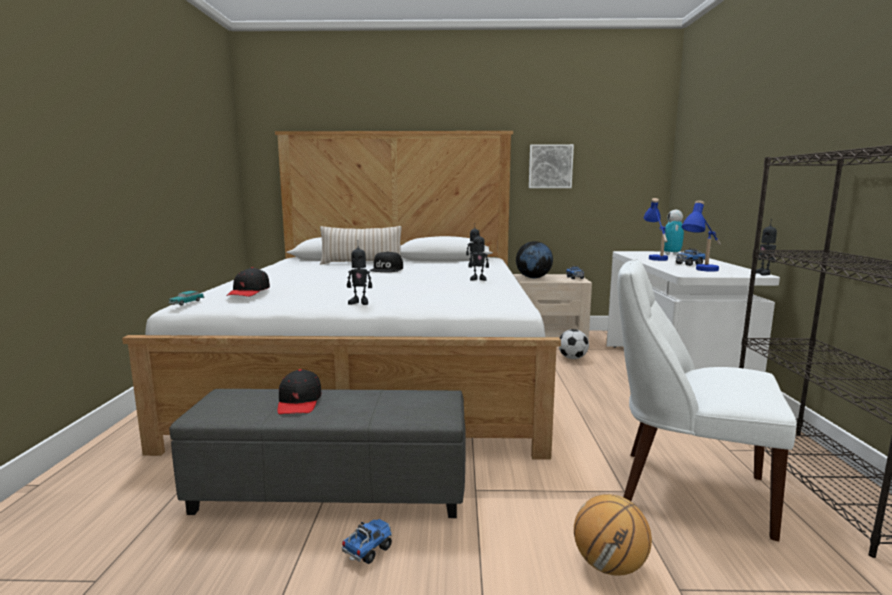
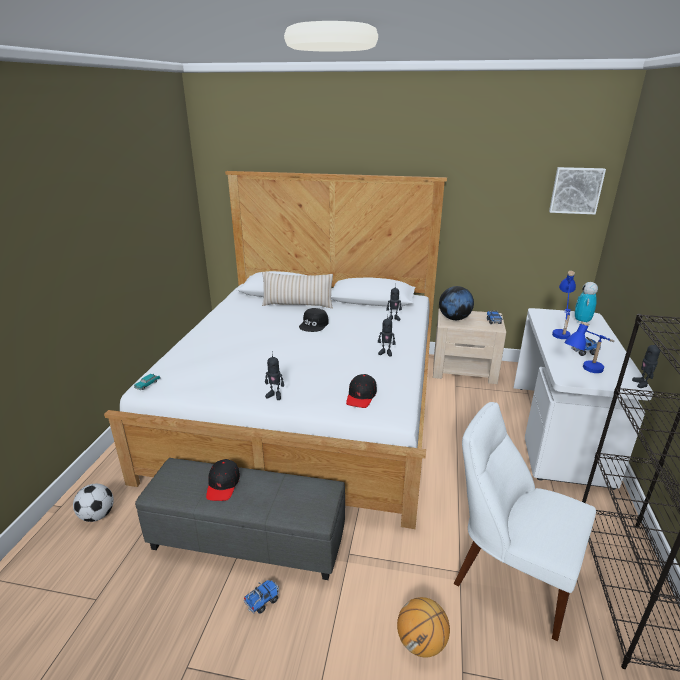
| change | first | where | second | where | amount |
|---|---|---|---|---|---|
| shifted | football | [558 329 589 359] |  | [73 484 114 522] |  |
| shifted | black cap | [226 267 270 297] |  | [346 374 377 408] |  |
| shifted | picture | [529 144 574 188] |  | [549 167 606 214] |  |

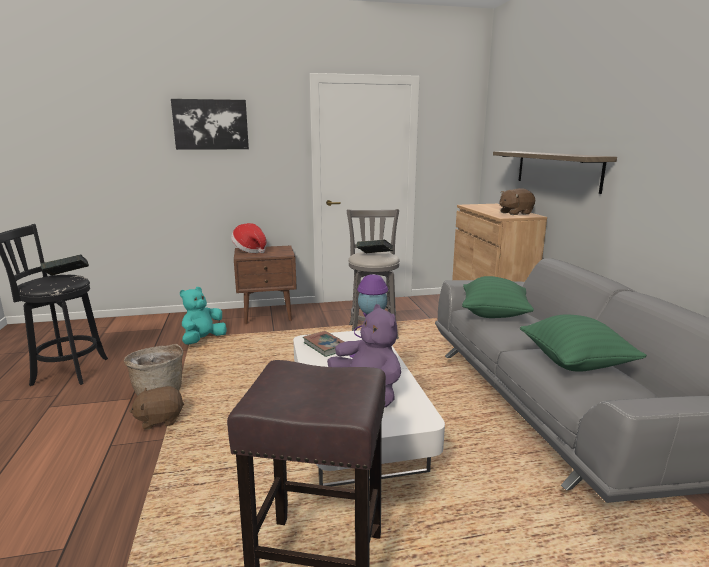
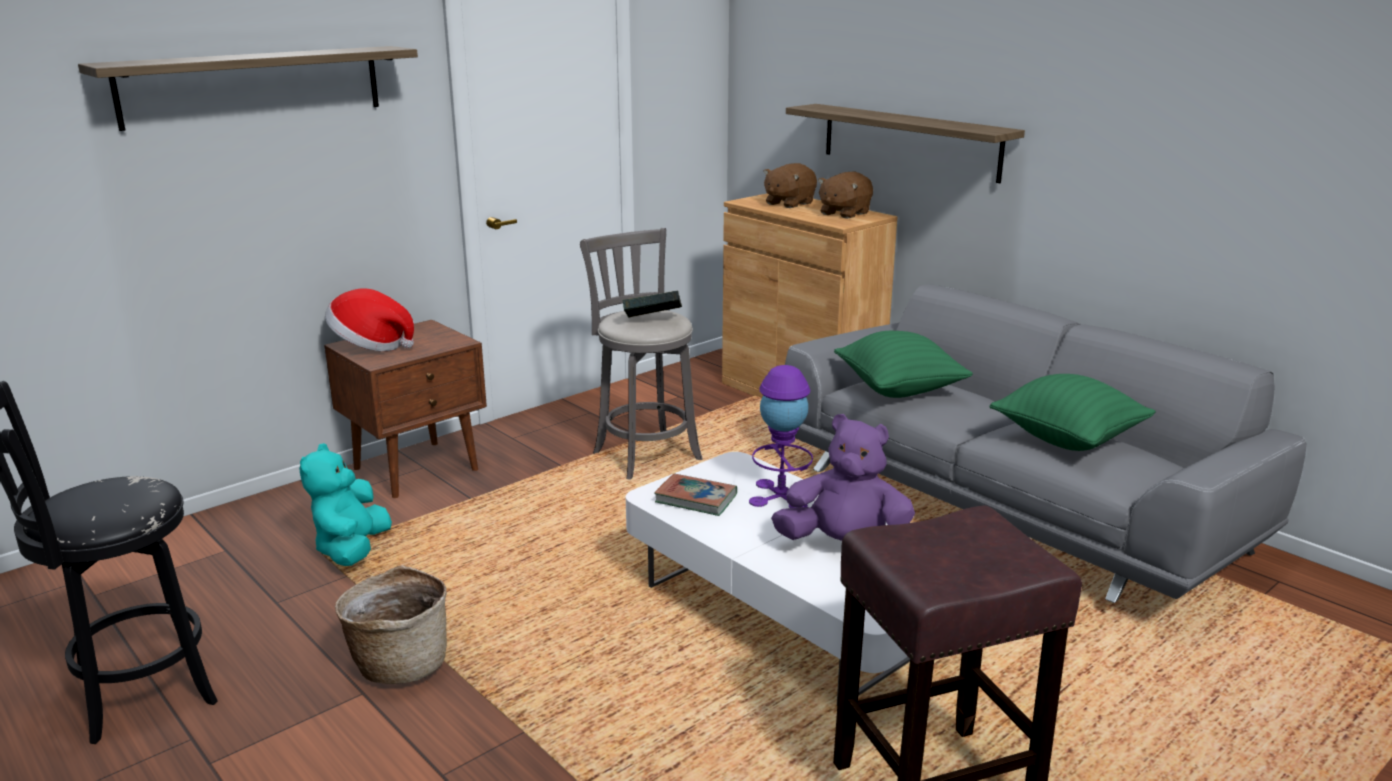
| change | first | where | second | where | amount |
|---|---|---|---|---|---|
| swapped | picture | [171 99 249 150] | shelf | [78 46 418 131] |  |
| shifted | brown plush toy | [129 386 184 430] |  | [763 163 817 208] |  |
| gone | book | [40 255 89 276] |  |  |  |

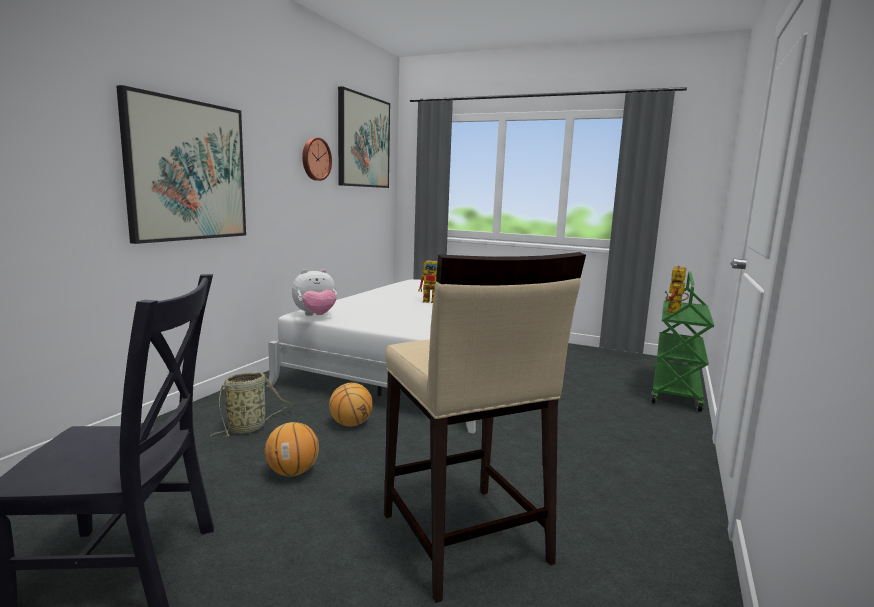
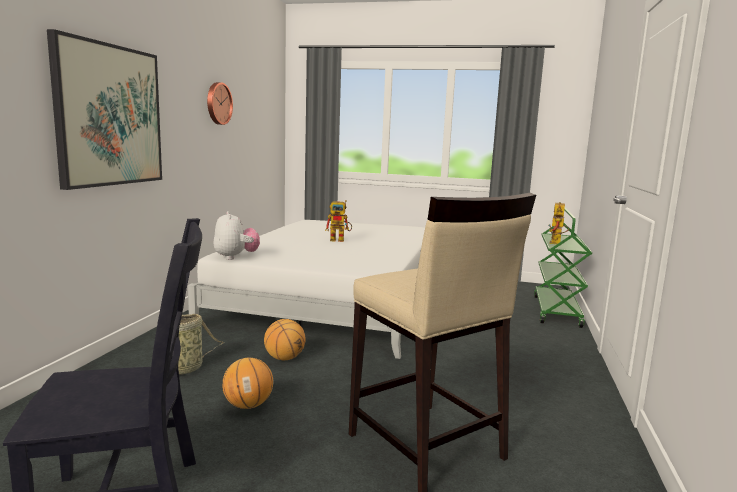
| change | first | where | second | where | amount |
|---|---|---|---|---|---|
| rotated | plush toy | [292 269 337 316] |  | [214 211 260 260] | 75 degrees counterclockwise |
| gone | picture | [338 86 390 188] |  |  |  |

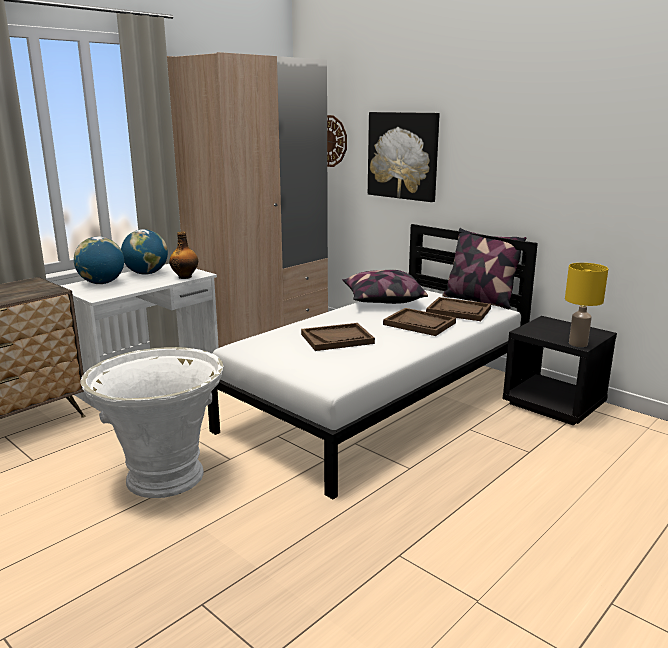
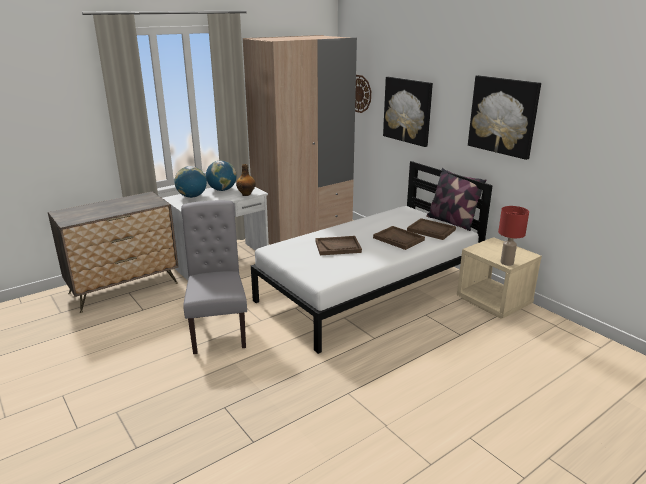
| change | first | where | second | where | amount |
|---|---|---|---|---|---|
| swapped | white planter | [80 347 223 498] | grey chair | [181 200 247 354] |  |
| repainted | black nightstand | [503 316 617 426] | beige nightstand | [457 237 542 319] |  |
| new |  |  | picture | [468 75 541 160] |  |
| repainted | yellow table lamp | [565 263 608 347] | red table lamp | [498 206 529 266] |  |
| gone | pillow | [342 270 428 304] |  |  |  |

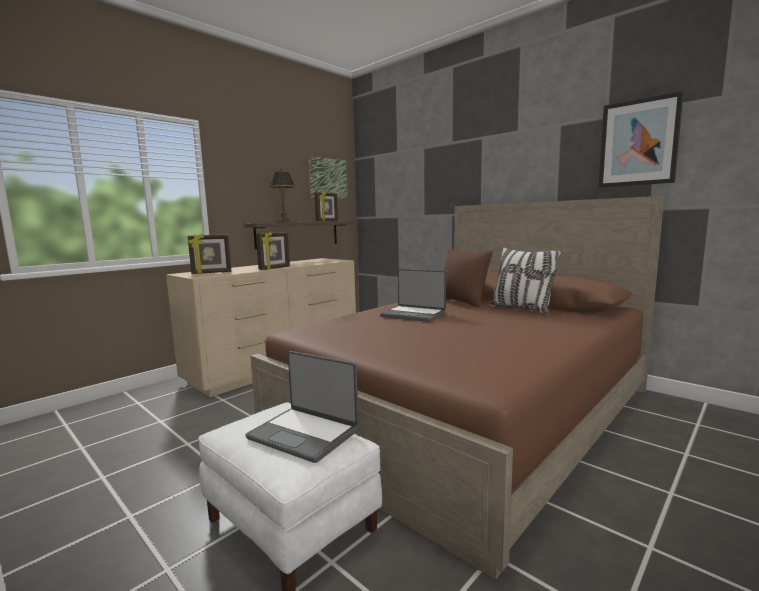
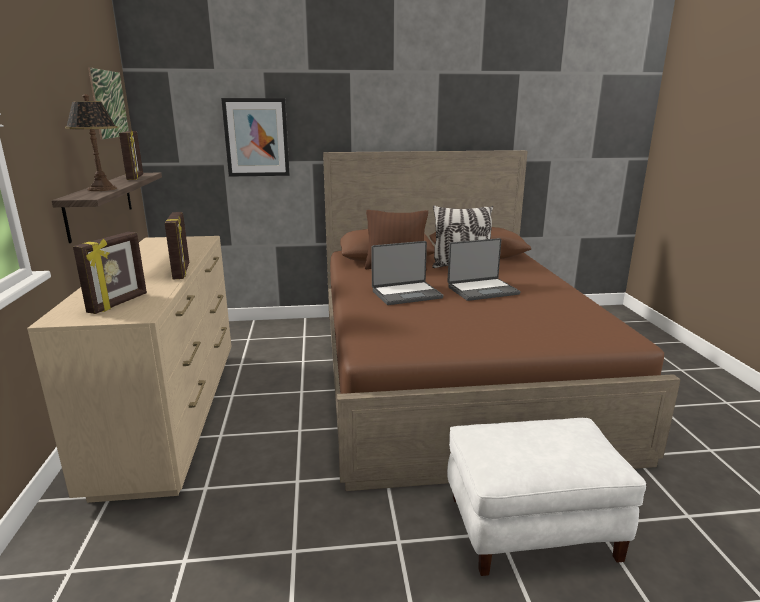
| change | first | where | second | where | amount |
|---|---|---|---|---|---|
| shifted | picture | [598 91 684 188] |  | [221 98 290 177] |  |
| shifted | laptop | [245 351 359 463] |  | [447 238 520 301] |  |

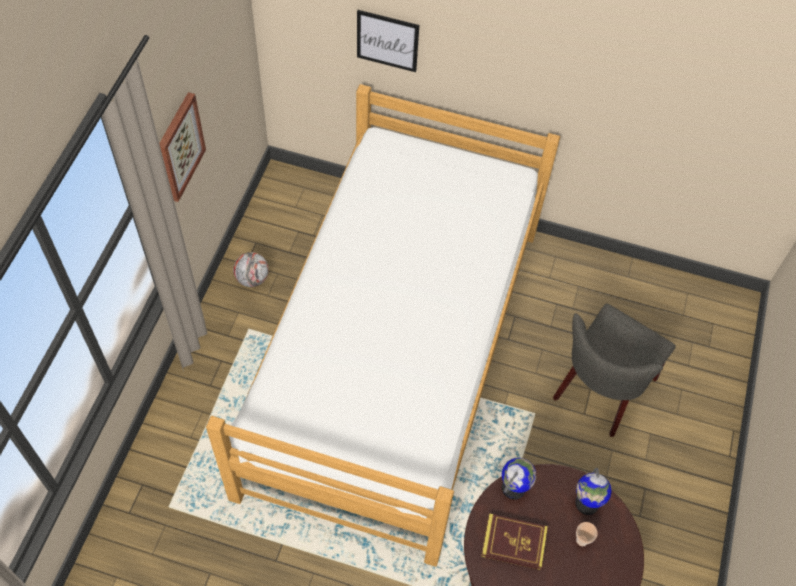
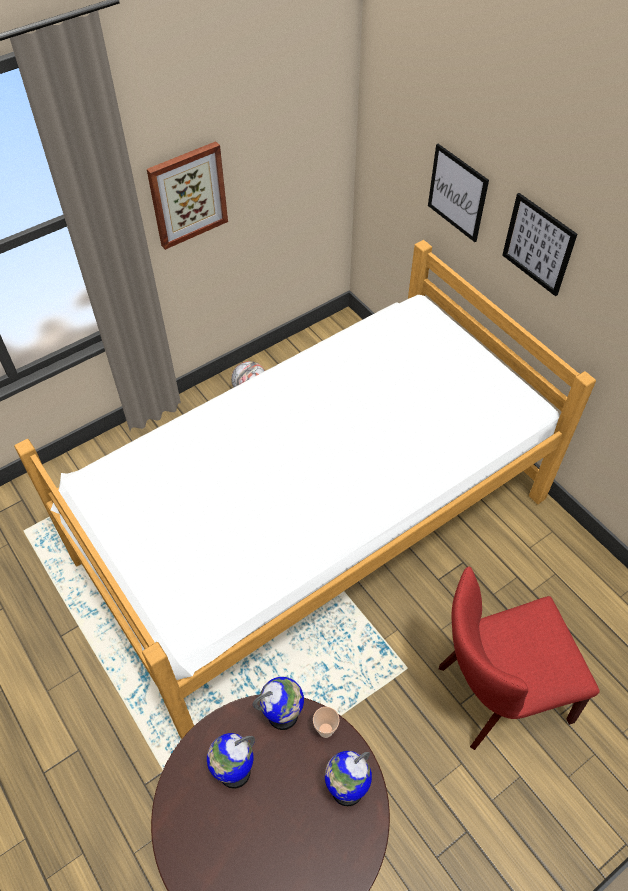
| change | first | where | second | where | amount |
|---|---|---|---|---|---|
| swapped | book | [481 513 548 570] | globe | [207 733 255 789] |  |
| shifted | cup | [576 522 598 546] |  | [313 707 339 738] |  |
| repainted | grey chair | [553 303 676 437] | red chair | [439 567 600 750] |  |
| new |  |  | picture | [502 193 577 296] |  |

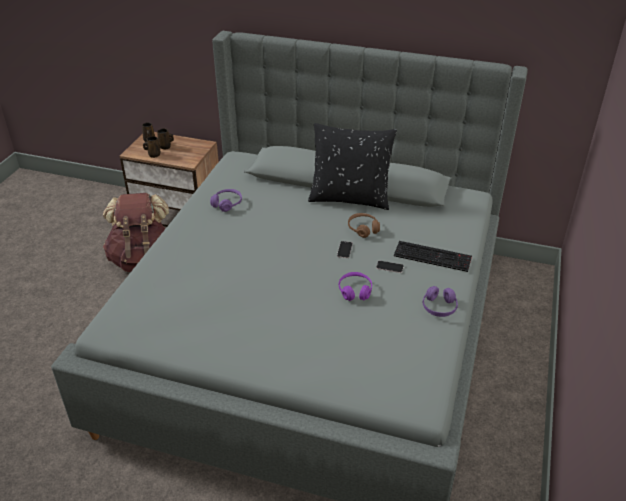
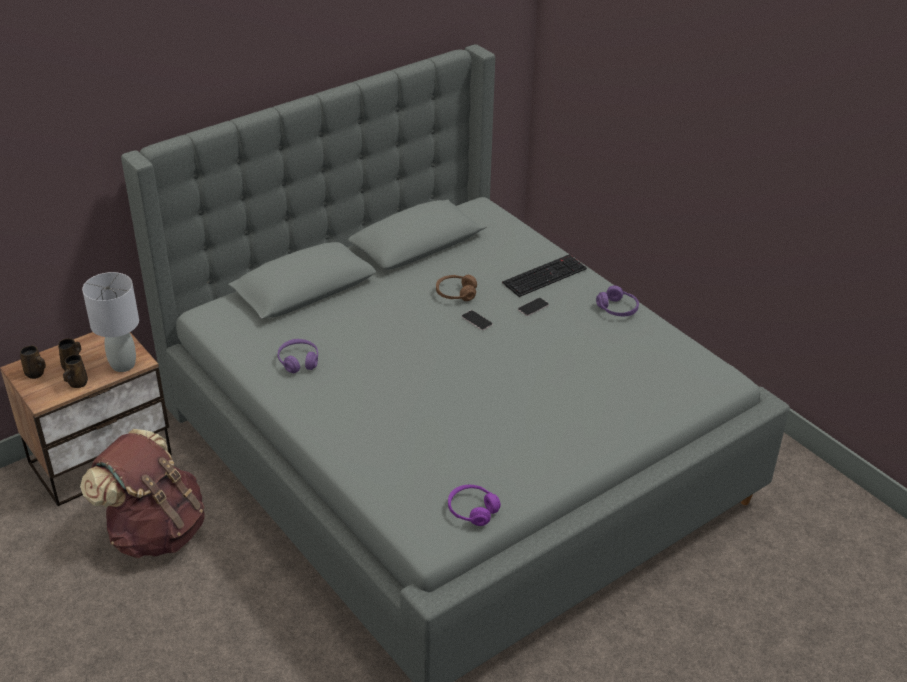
| change | first | where | second | where | amount |
|---|---|---|---|---|---|
| new |  |  | grey table lamp | [82 272 139 372] |  |
| shifted | purple headphones | [338 272 372 301] |  | [448 485 501 526] |  |
| gone | black pillow | [308 123 397 210] |  |  |  |

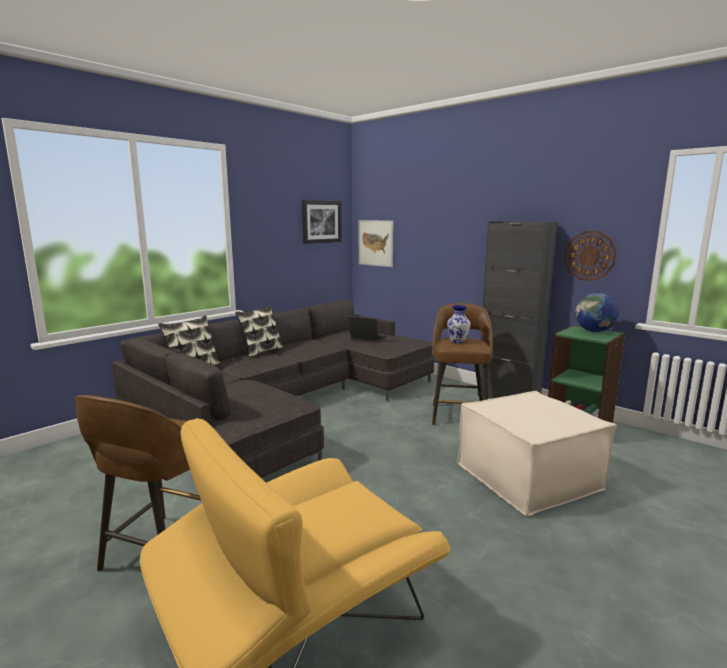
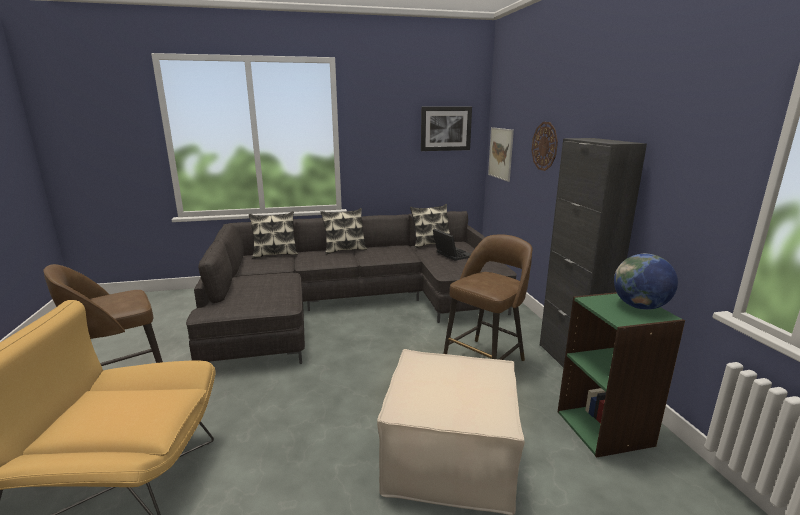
| change | first | where | second | where | amount |
|---|---|---|---|---|---|
| new |  |  | pillow | [410 204 450 248] |  |
| shifted | wall clock | [564 231 617 281] |  | [532 122 558 171] |  |
| gone | vase | [447 305 470 343] |  |  |  |

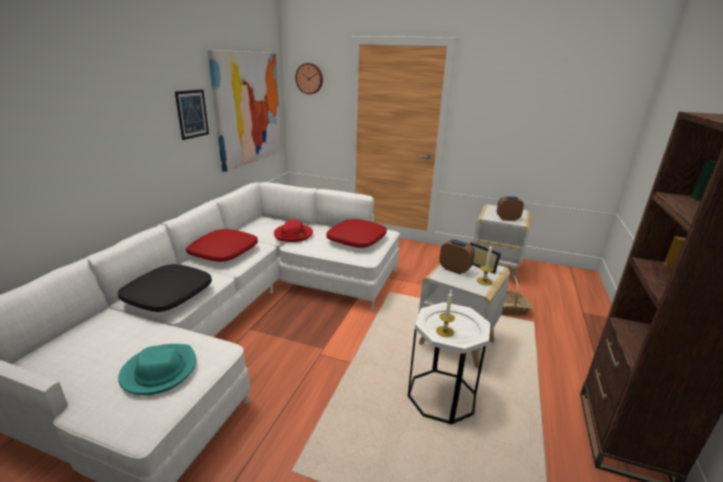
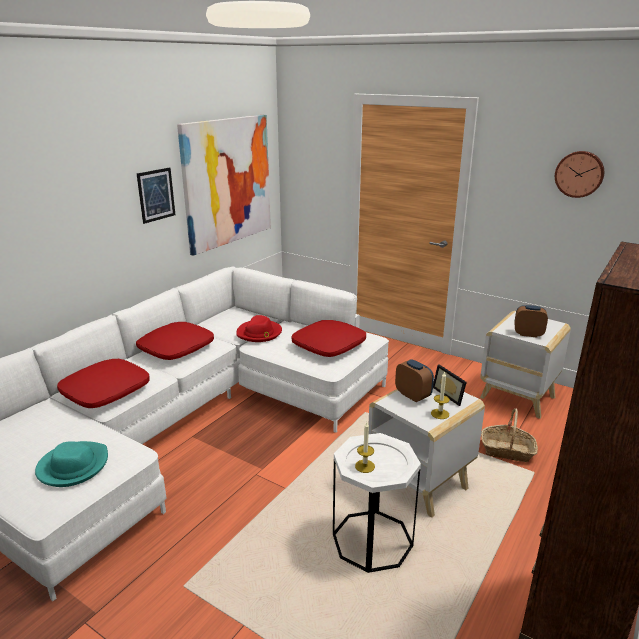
| change | first | where | second | where | amount |
|---|---|---|---|---|---|
| repainted | black pillow | [118 264 212 312] | red pillow | [57 359 150 408] |  |
| shifted | wall clock | [295 63 323 94] |  | [555 151 604 198] |  |

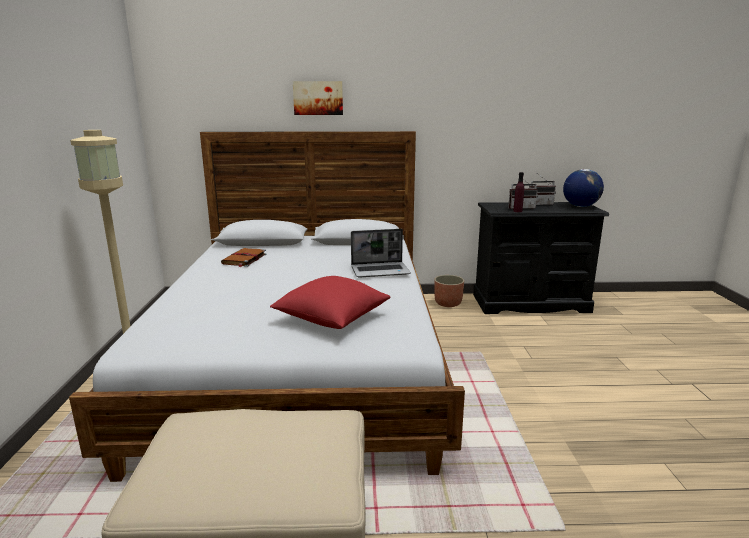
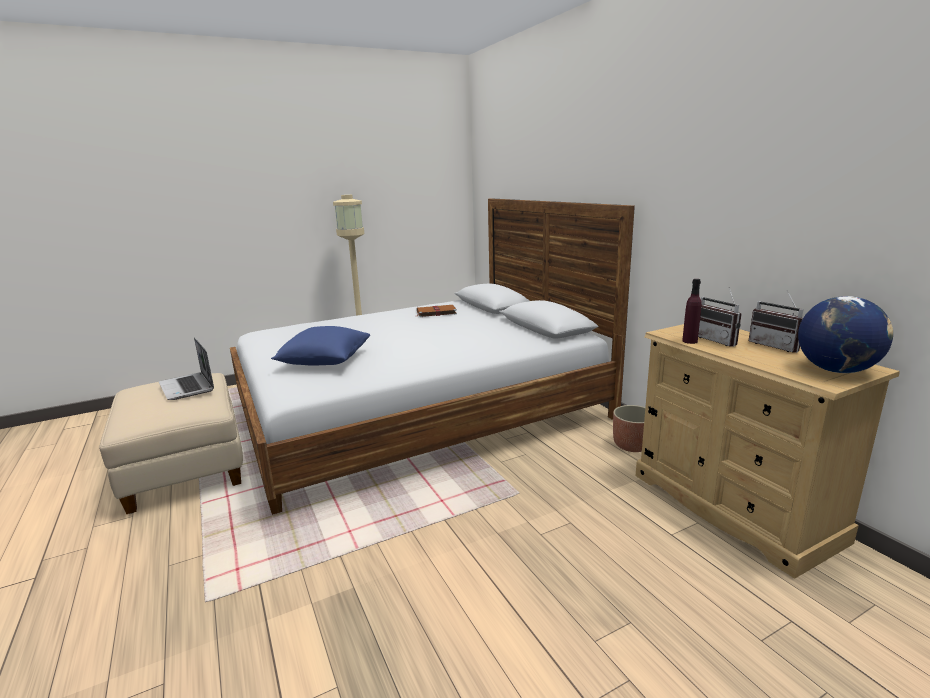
| change | first | where | second | where | amount |
|---|---|---|---|---|---|
| shifted | laptop | [351 229 411 277] |  | [159 337 214 400] |  |
| repainted | red pillow | [270 276 390 329] | blue pillow | [271 326 370 366] |  |
| repainted | black dresser | [473 202 609 314] | beige dresser | [636 324 900 579] |  |
| gone | picture | [293 81 343 115] |  |  |  |

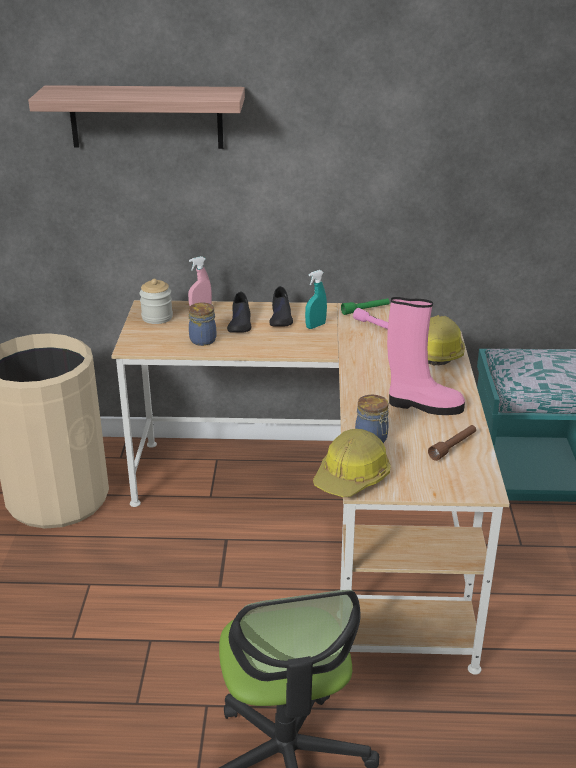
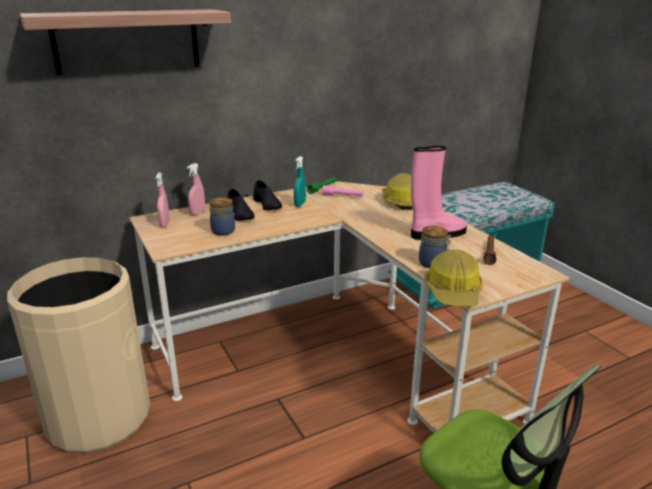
| change | first | where | second | where | amount |
|---|---|---|---|---|---|
| swapped | jar | [139 279 173 324] | pink spray bottle | [156 173 170 228] |  |

